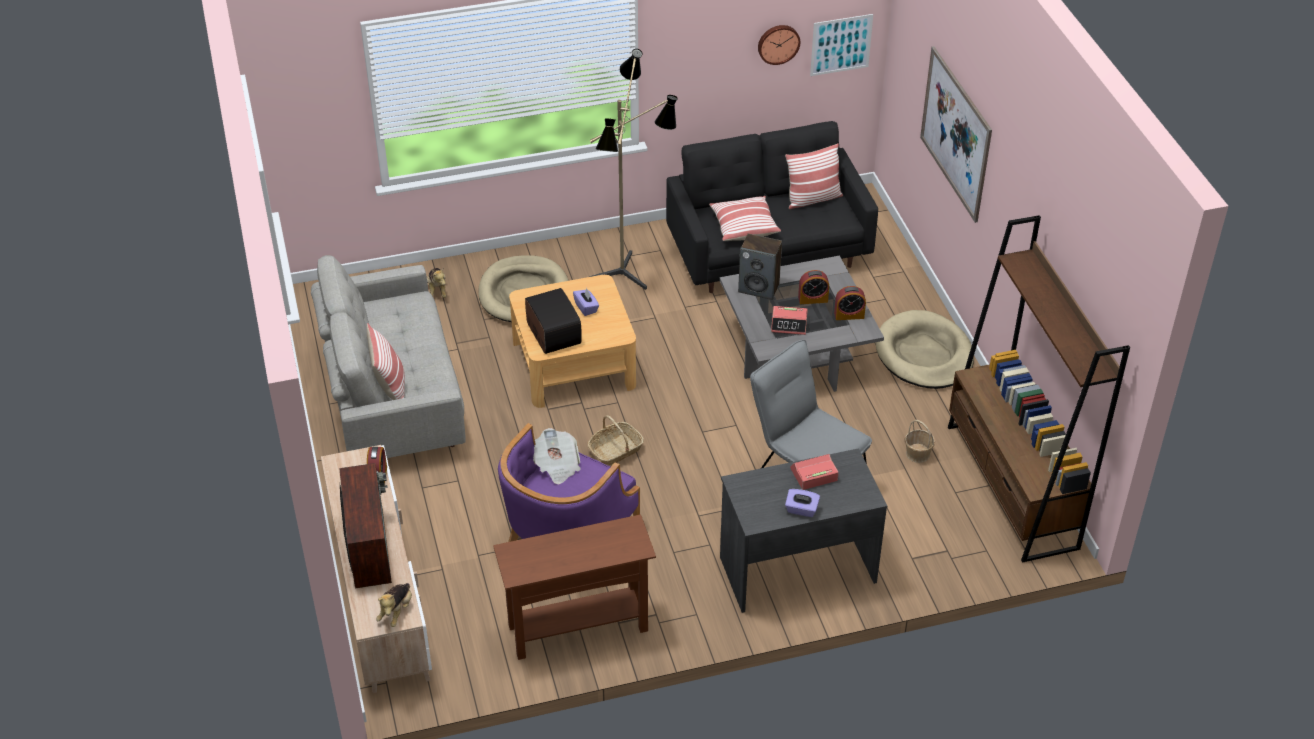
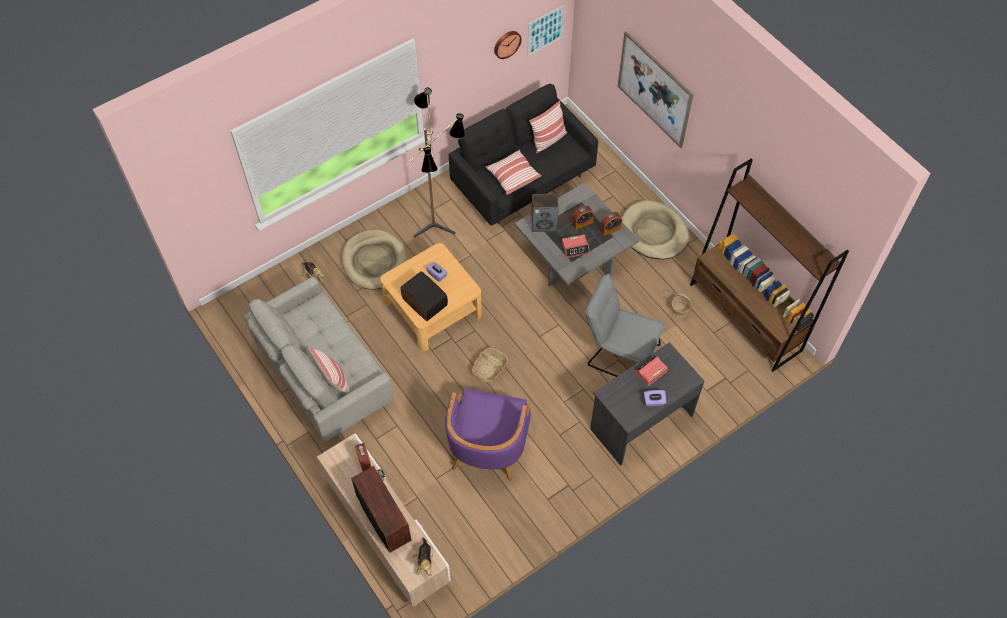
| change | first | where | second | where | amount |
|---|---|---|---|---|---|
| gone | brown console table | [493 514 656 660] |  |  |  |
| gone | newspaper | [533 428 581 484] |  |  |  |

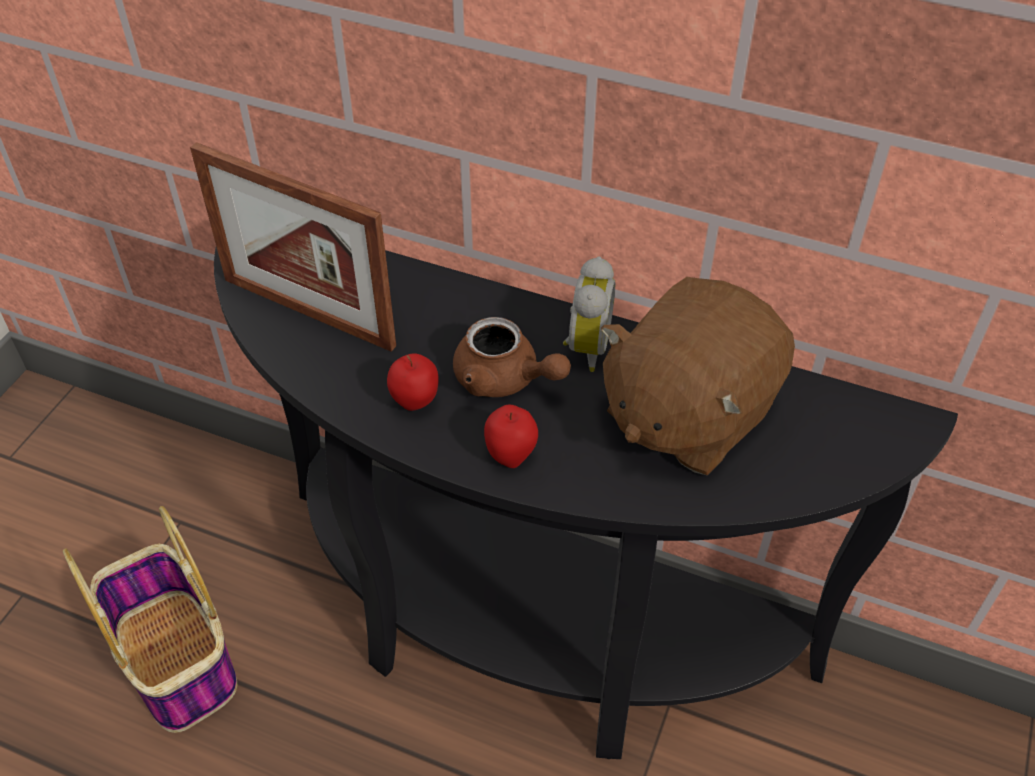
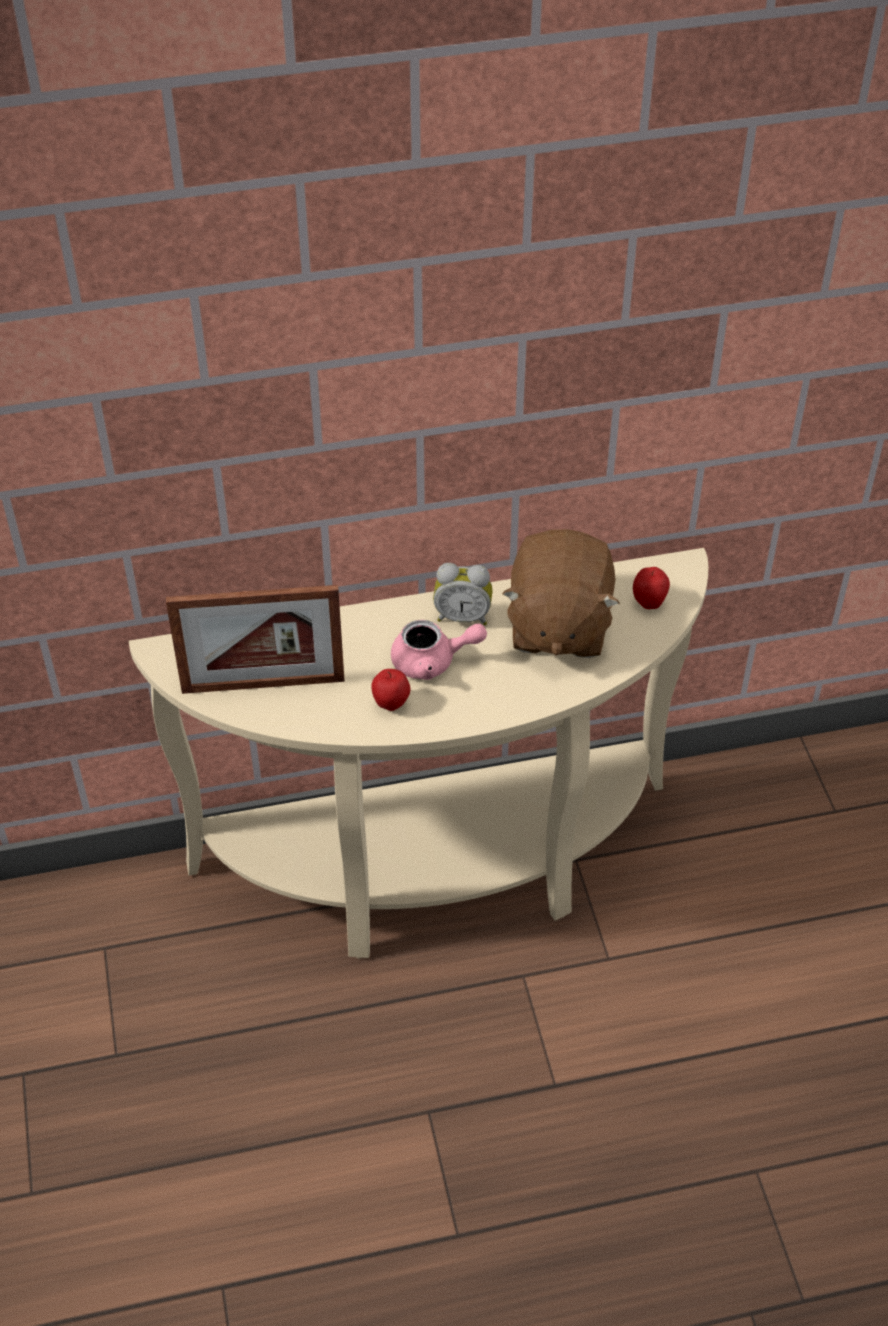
| change | first | where | second | where | amount |
|---|---|---|---|---|---|
| repainted | black console table | [214 247 958 759] | beige console table | [129 548 708 959] |  |
| repainted | brown teapot | [453 317 571 397] | pink teapot | [391 620 487 680] |  |
| rotated | alarm clock | [563 256 615 372] |  | [433 563 493 625] | 120 degrees clockwise |
| shifted | apple | [484 405 538 468] |  | [633 567 670 609] |  |
| gone | basket | [63 506 238 733] |  |  |  |

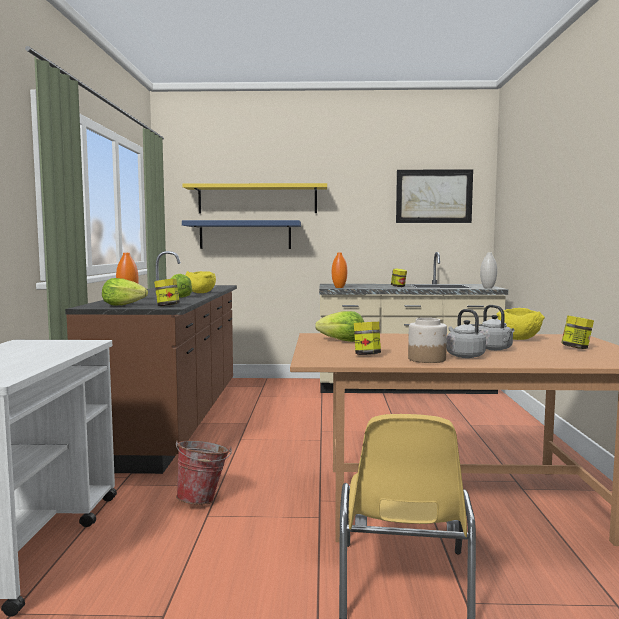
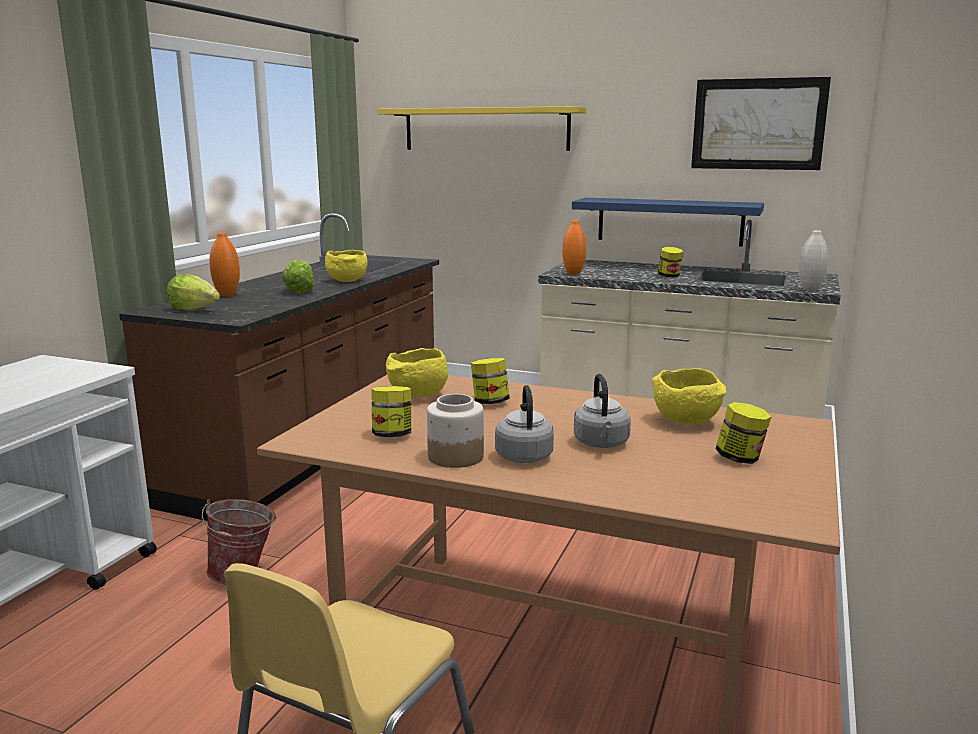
| change | first | where | second | where | amount |
|---|---|---|---|---|---|
| swapped | lettuce | [315 311 364 342] | yellow bowl | [386 348 448 397] |  |
| shifted | jar | [154 279 180 306] |  | [471 358 510 404] |  |
| shifted | blue shelf | [182 220 301 249] |  | [572 198 764 247] |  |

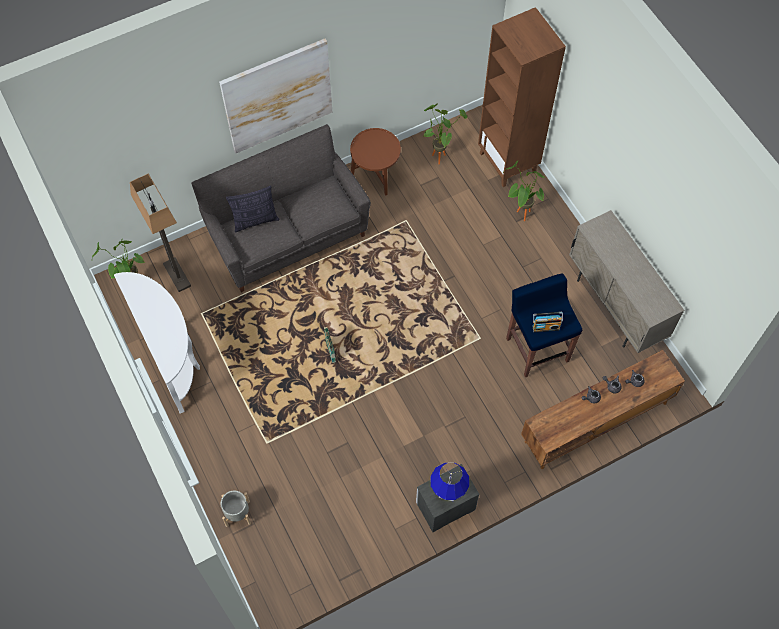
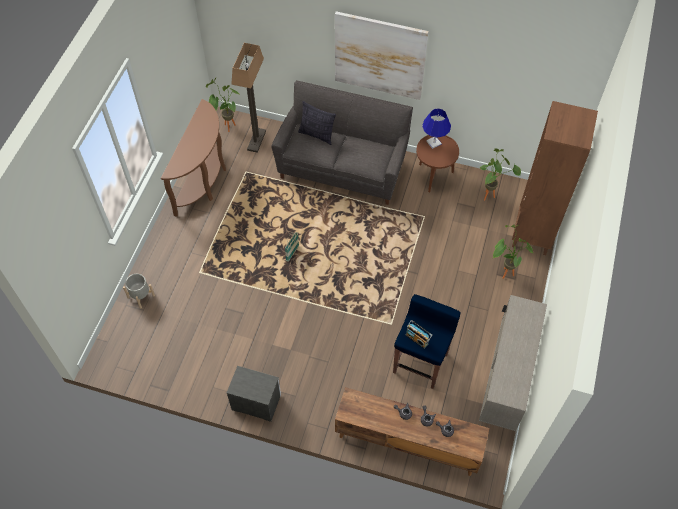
| change | first | where | second | where | amount |
|---|---|---|---|---|---|
| repainted | white console table | [114 272 200 414] | brown console table | [161 99 226 216] |  |
| shifted | blue table lamp | [431 463 469 501] |  | [422 108 451 149] |  |

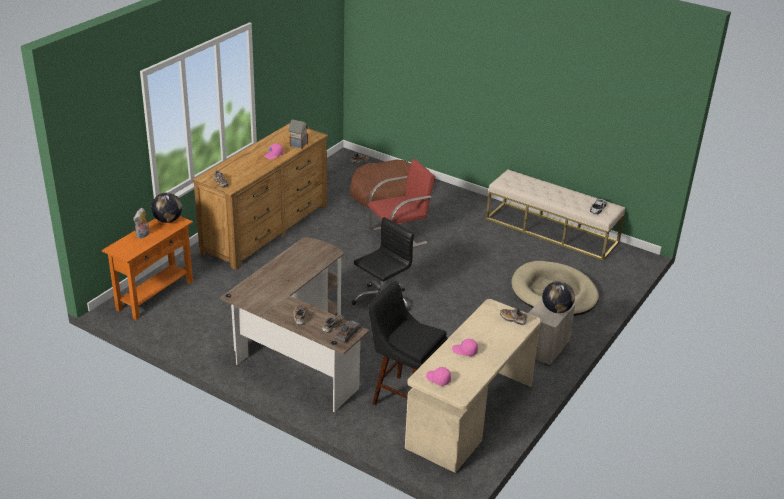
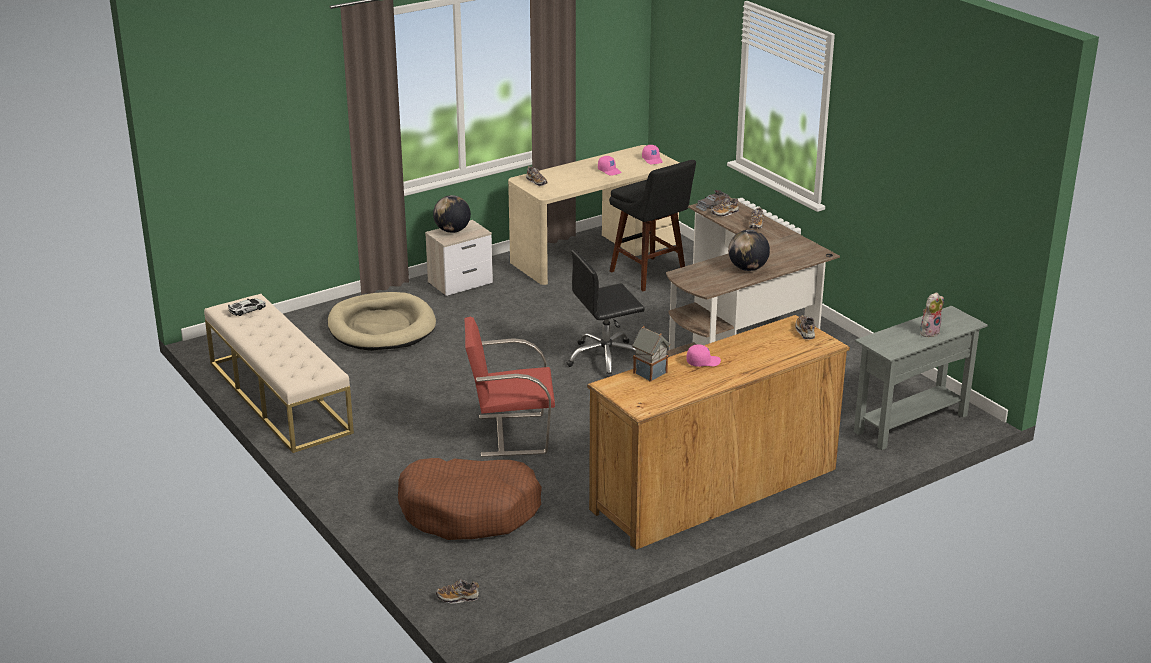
| change | first | where | second | where | amount |
|---|---|---|---|---|---|
| shifted | globe | [151 193 182 223] |  | [728 230 770 271] |  |
| repainted | orange console table | [102 216 193 320] | grey console table | [854 306 988 450] |  |

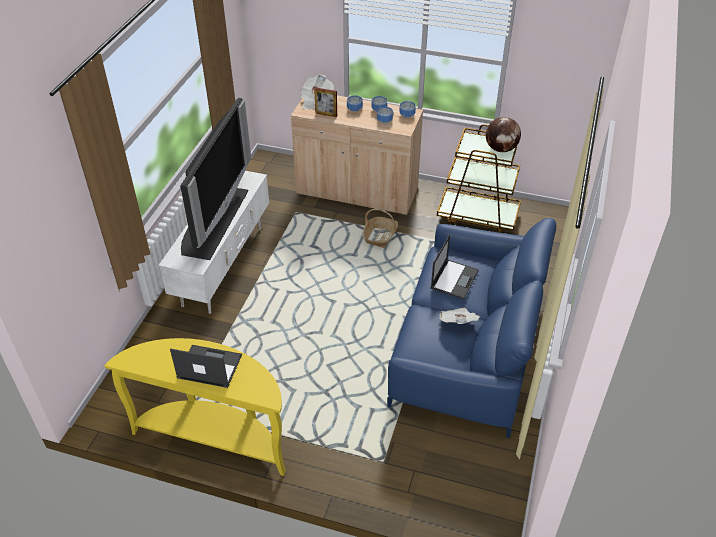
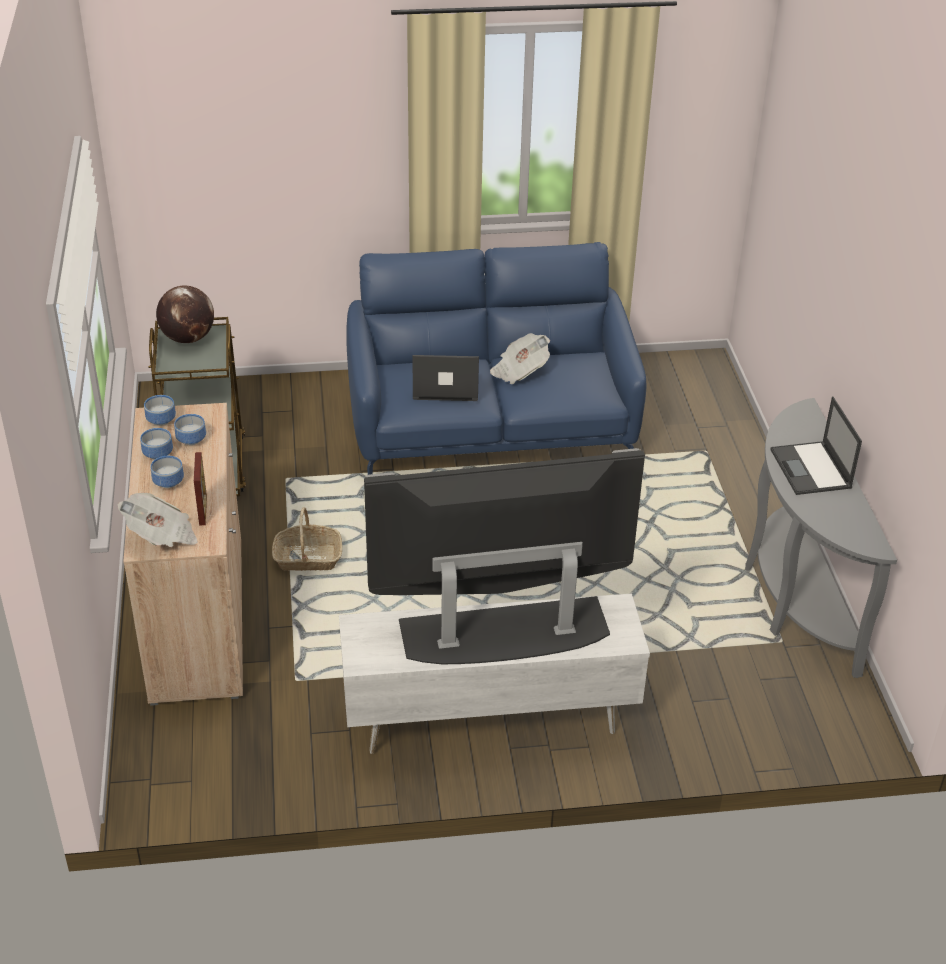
| change | first | where | second | where | amount |
|---|---|---|---|---|---|
| repainted | yellow console table | [105 338 286 476] | grey console table | [745 398 897 678] |  |

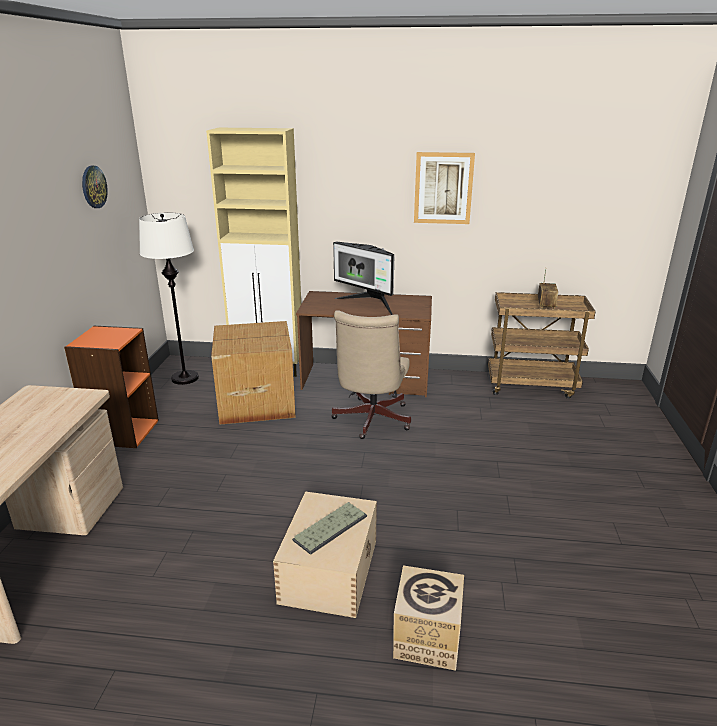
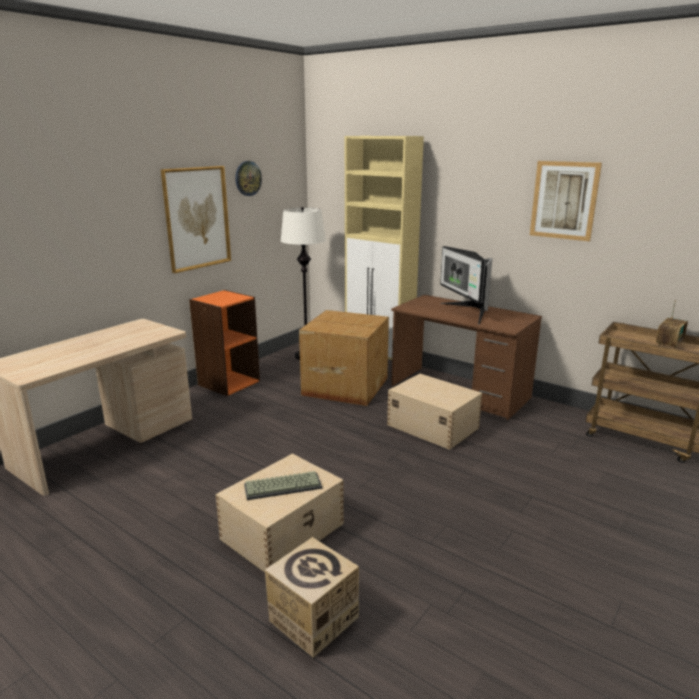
| change | first | where | second | where | amount |
|---|---|---|---|---|---|
| new |  |  | picture | [161 166 231 273] |  |
| swapped | beige office chair | [331 310 411 439] | beige storage box | [387 374 482 450] |  |

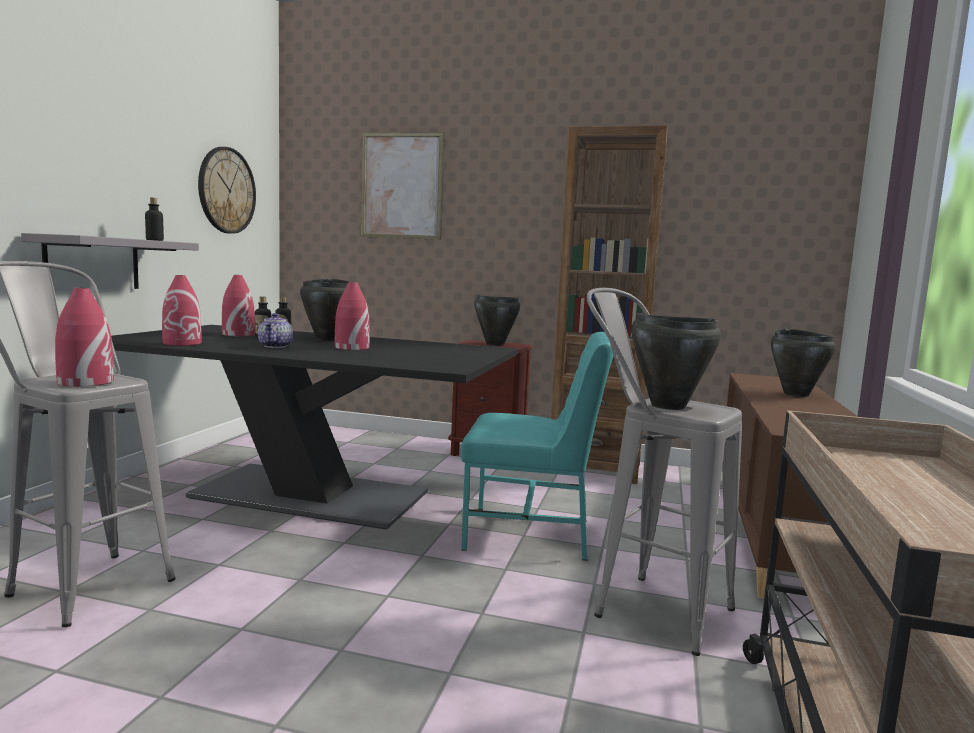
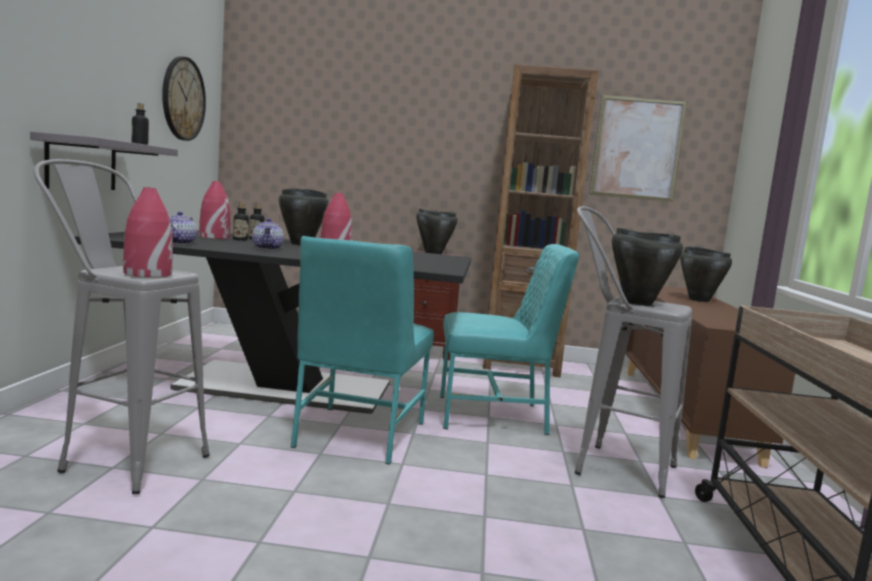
| change | first | where | second | where | amount |
|---|---|---|---|---|---|
| swapped | red vase | [162 275 202 346] | teapot | [169 212 197 245] |  |
| new |  |  | turquoise chair | [291 236 434 465] |  |
| shifted | picture | [361 132 445 240] |  | [590 95 688 202] |  |

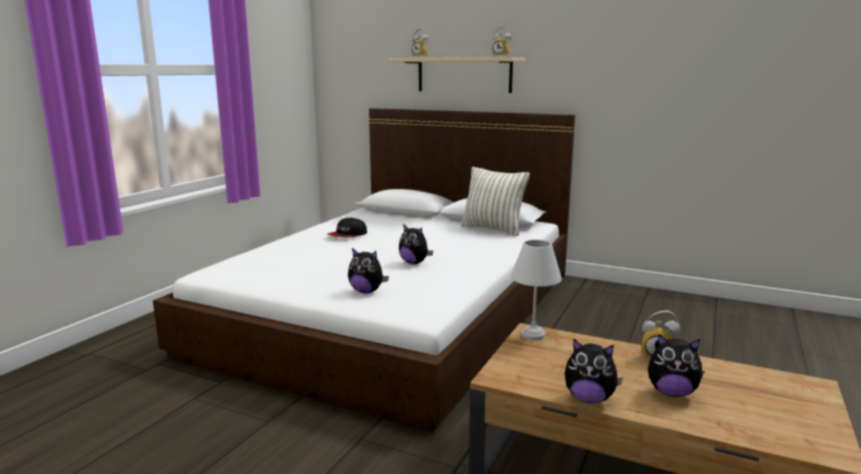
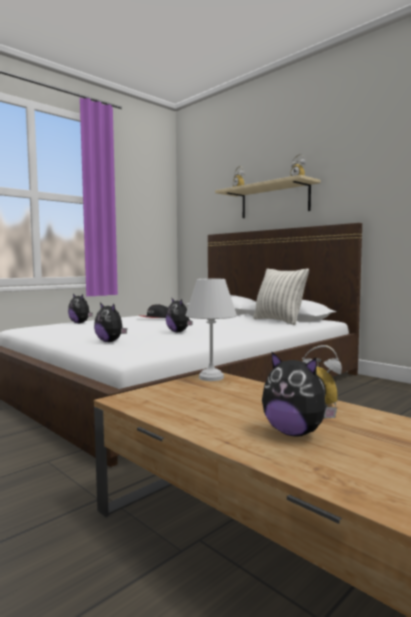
| change | first | where | second | where | amount |
|---|---|---|---|---|---|
| shifted | plush toy | [565 339 623 403] |  | [68 294 93 323] |  |

